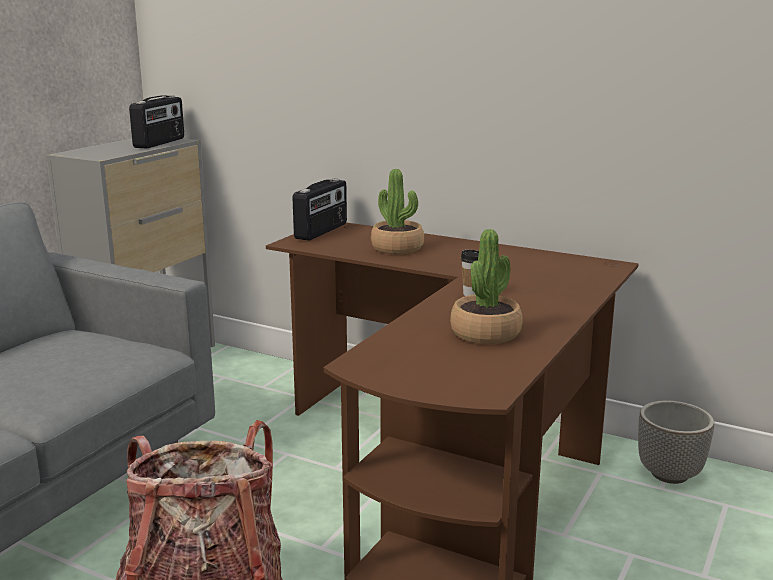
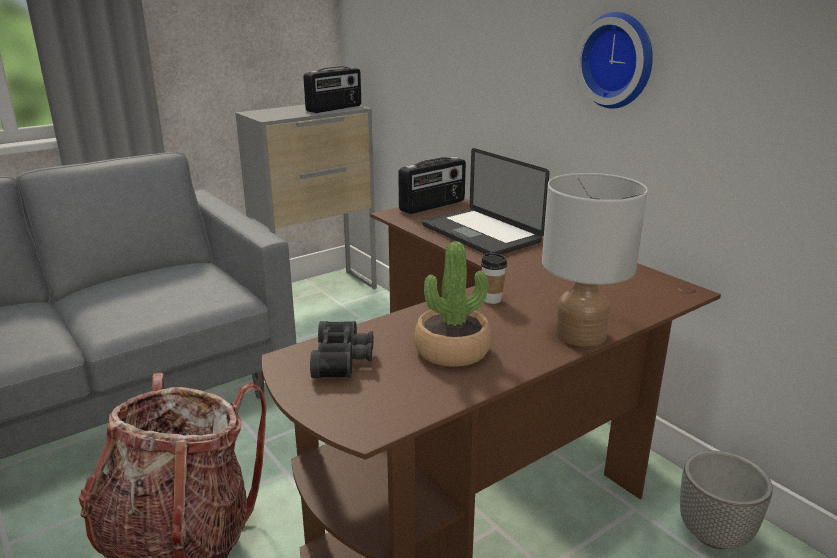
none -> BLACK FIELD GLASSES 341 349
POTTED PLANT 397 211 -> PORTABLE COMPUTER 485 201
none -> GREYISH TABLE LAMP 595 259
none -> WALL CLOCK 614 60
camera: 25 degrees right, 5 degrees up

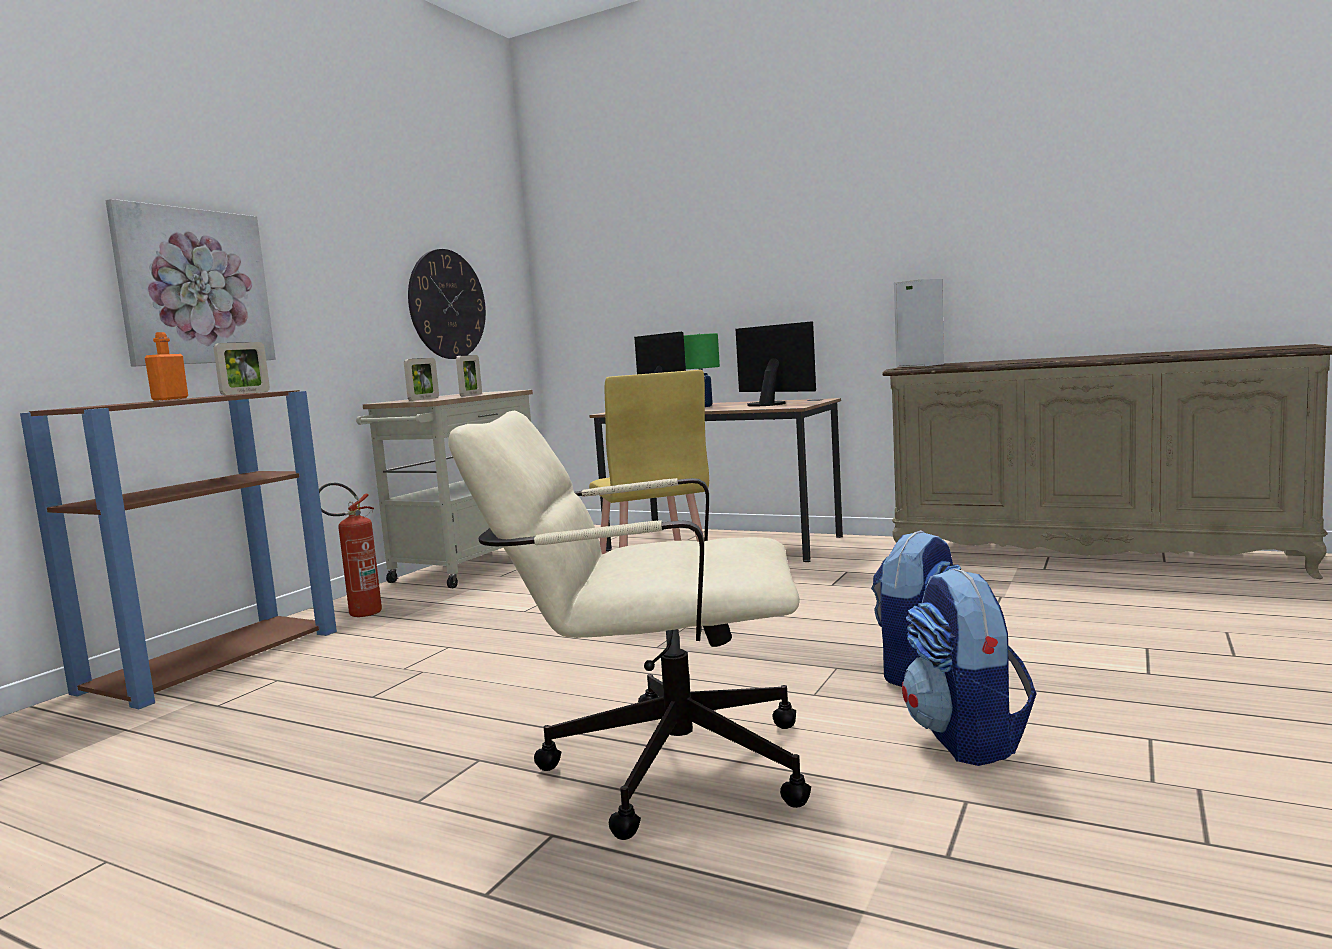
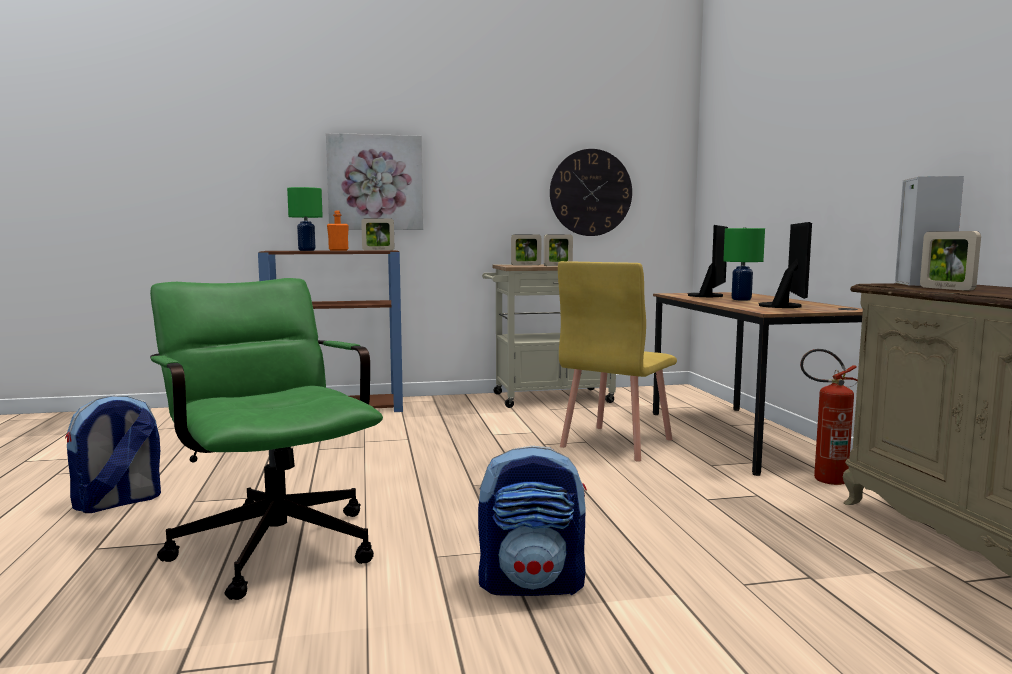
RUCKSACK 969 667 -> RUCKSACK 113 454, move
SAND-COLOURED OFFICE CHAIR 629 625 -> GREEN OFFICE CHAIR 266 439
none -> GREEN TABLE LAMP 305 219
FIRE EXTINGUISHER 350 550 -> FIRE EXTINGUISHER 829 417, move
none -> PICTURE FRAME 950 261
camera: 50 degrees right, 0 degrees up

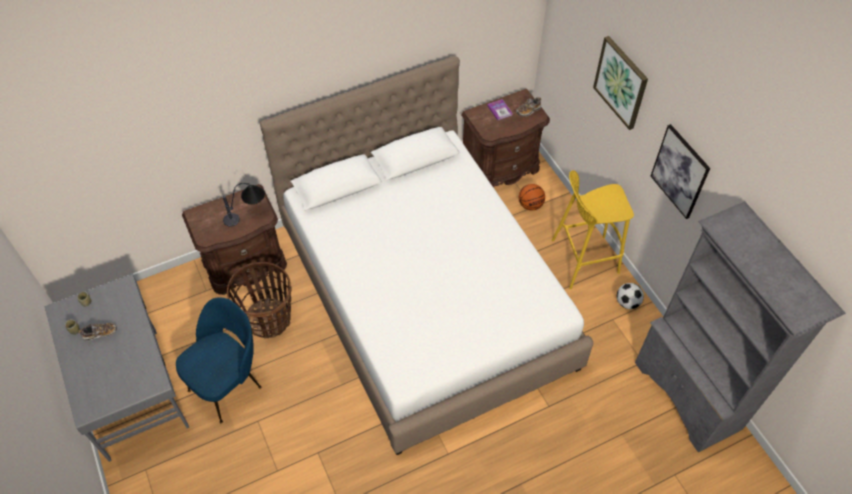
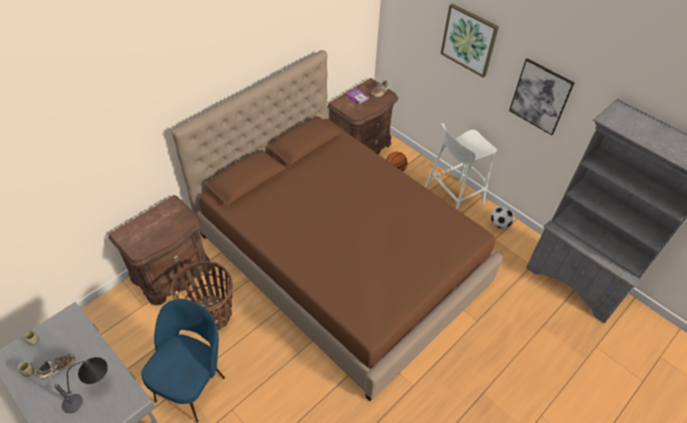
TABLE LAMP 244 205 -> TABLE LAMP 81 385, move
WHITISH BEDROOM BED 427 255 -> BROWN BEDROOM BED 337 225
YELLOW-COLOURED STOOL SEAT 593 229 -> WHITISH STOOL SEAT 461 166
camera: 20 degrees left, 5 degrees down

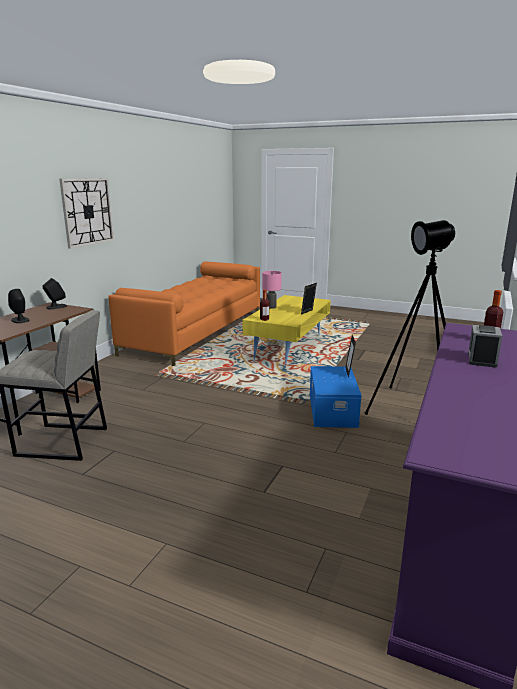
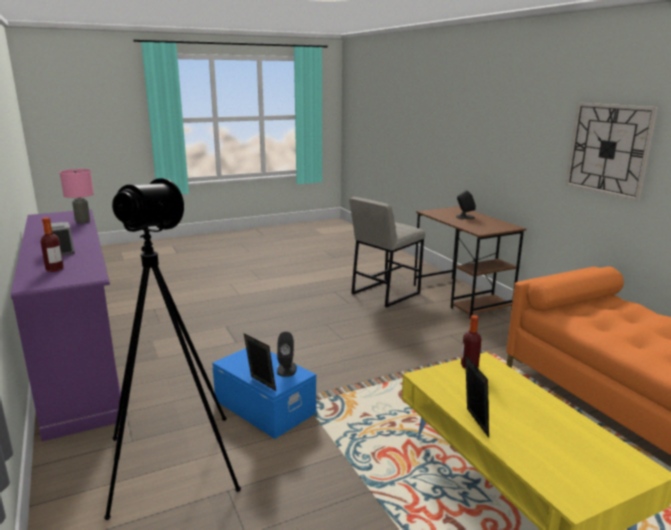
PINK-COLOURED TABLE LAMP 272 290 -> PINK-COLOURED TABLE LAMP 77 196, move
BLACK LOUDSPEAKER 54 293 -> BLACK LOUDSPEAKER 287 354, move
camera: 130 degrees right, 0 degrees up

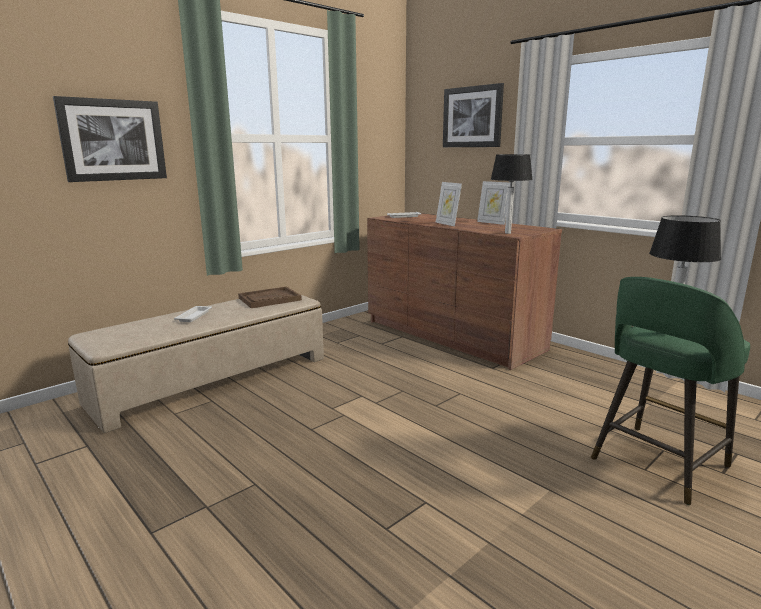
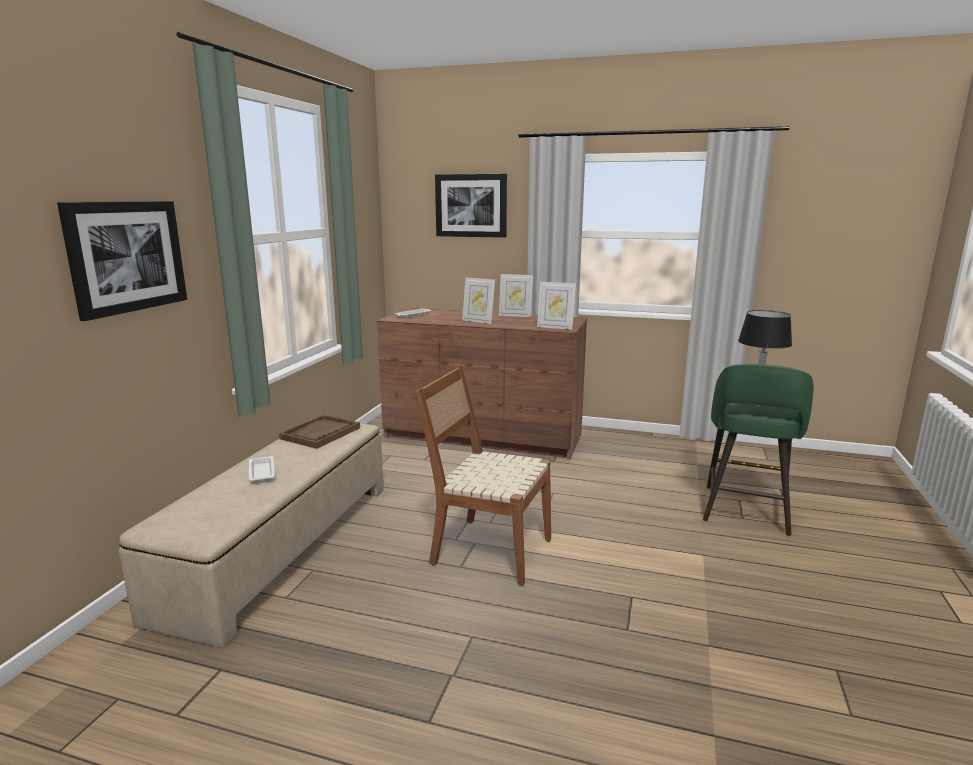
none -> PLAIN CHAIR 483 475
TABLE LAMP 512 194 -> PICTURE FRAME 556 306
camera: 30 degrees left, 0 degrees up

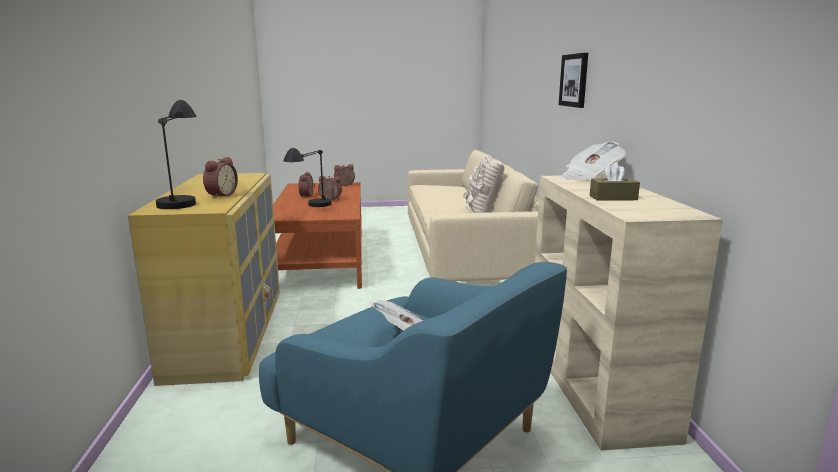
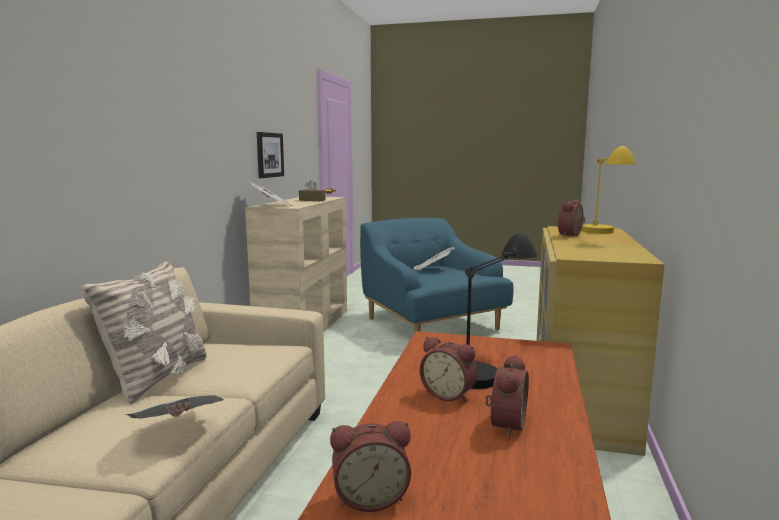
none -> NEWSPAPER 174 407
WALL PICTURE 573 80 -> WALL PICTURE 270 155, move
BLACK TABLE LAMP 176 154 -> YELLOW-COLOURED TABLE LAMP 609 190
camera: 160 degrees left, 5 degrees down

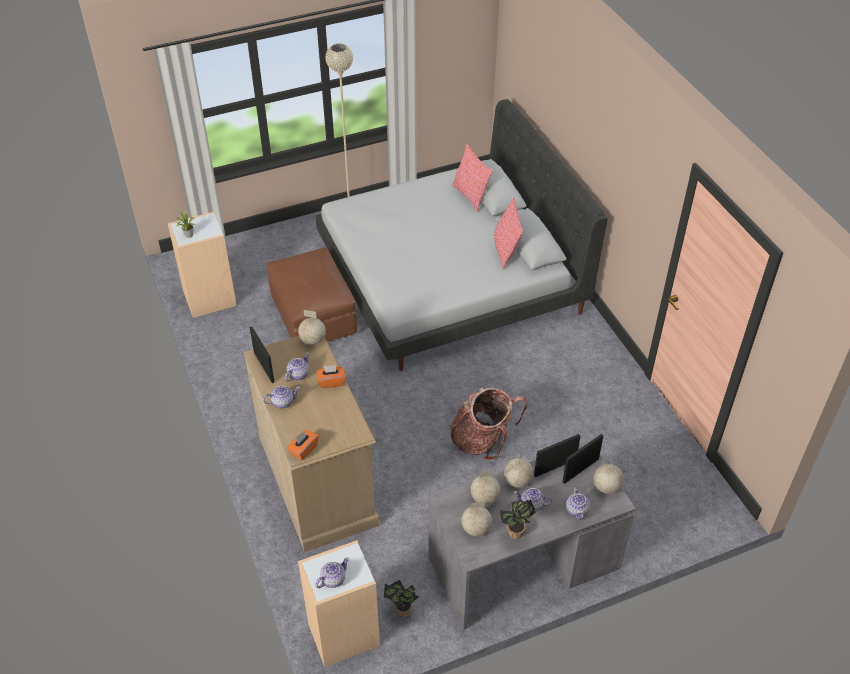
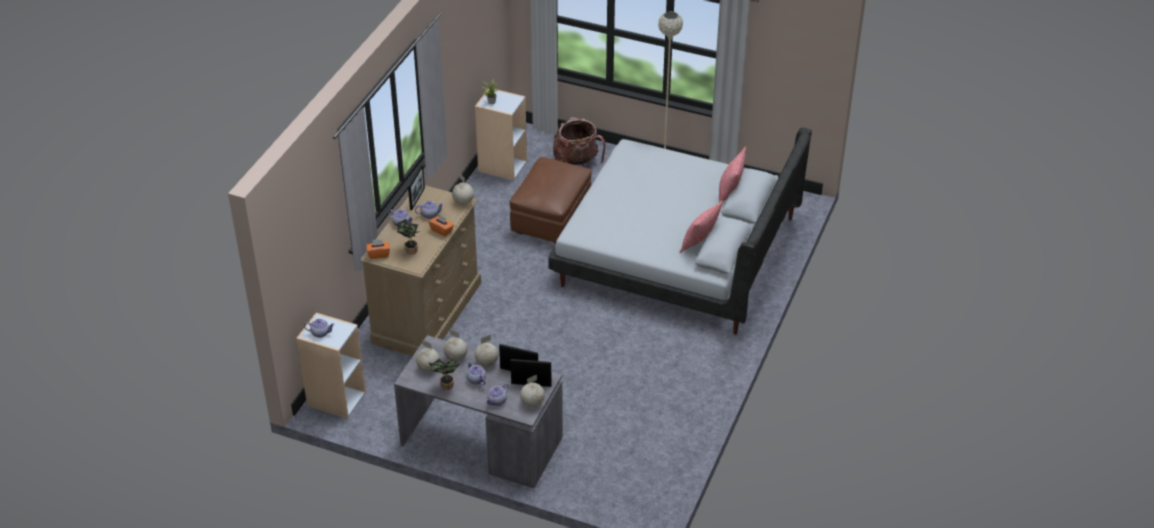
POTTED PLANT 401 598 -> POTTED PLANT 408 237, move
RUCKSACK 489 424 -> RUCKSACK 579 141, move
camera: 45 degrees right, 5 degrees down

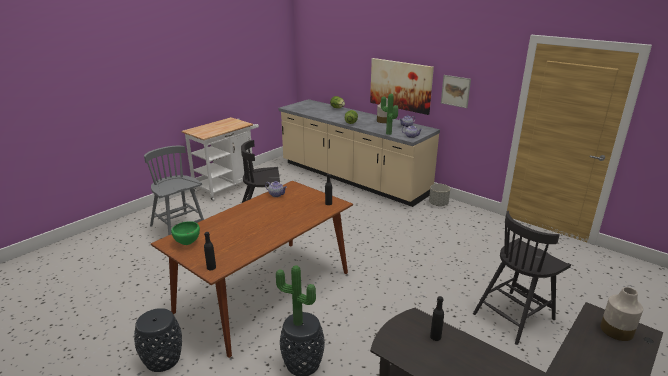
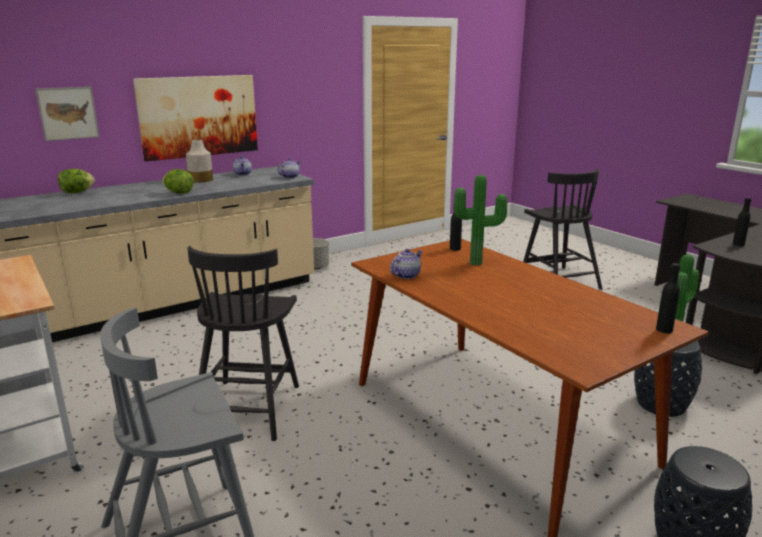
WALL PICTURE 456 91 -> WALL PICTURE 67 114, move
POTTED PLANT 389 114 -> POTTED PLANT 480 220, move
GREEN SERVING BOWL 185 233 -> none
SAND-COLOURED VASE 621 314 -> none
camera: 75 degrees left, 5 degrees down

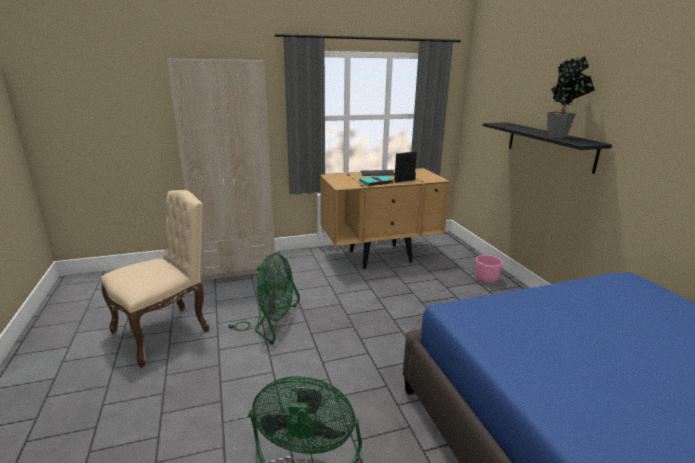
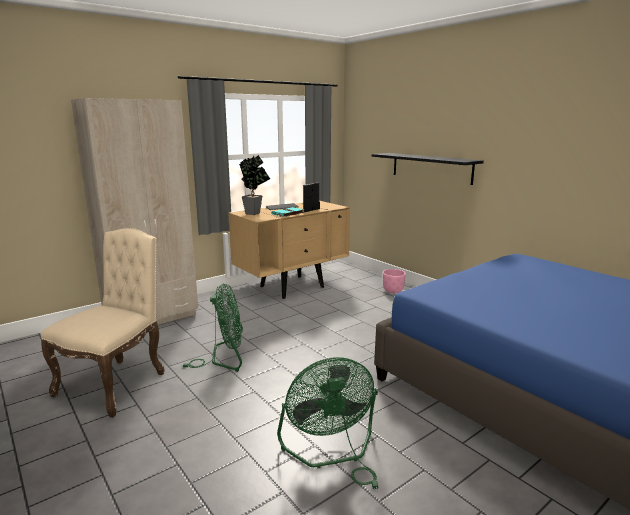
POTTED PLANT 571 97 -> POTTED PLANT 254 185, move
camera: 20 degrees left, 5 degrees down

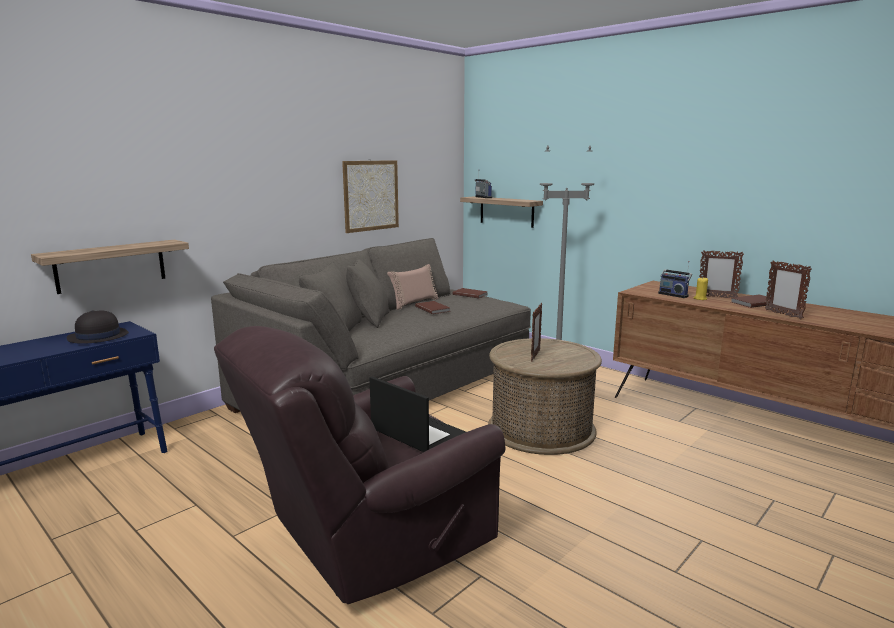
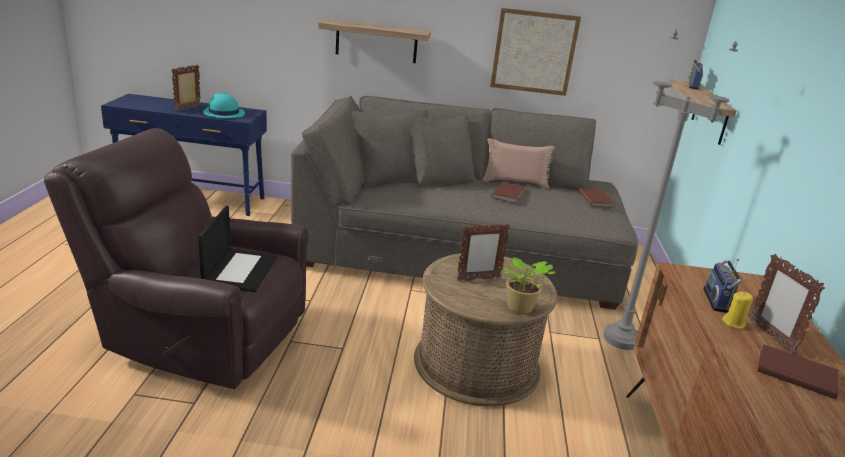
PICTURE FRAME 788 289 -> PICTURE FRAME 186 88, move
BLACK WEARABLE HAT 98 327 -> BLUE-GREEN WEARABLE HAT 224 105
WALL SHELF 110 267 -> WALL SHELF 374 41, move
none -> POTTED PLANT 529 285
camera: 50 degrees right, 10 degrees up

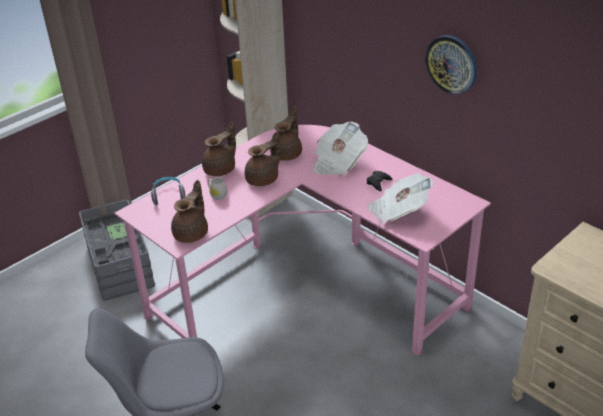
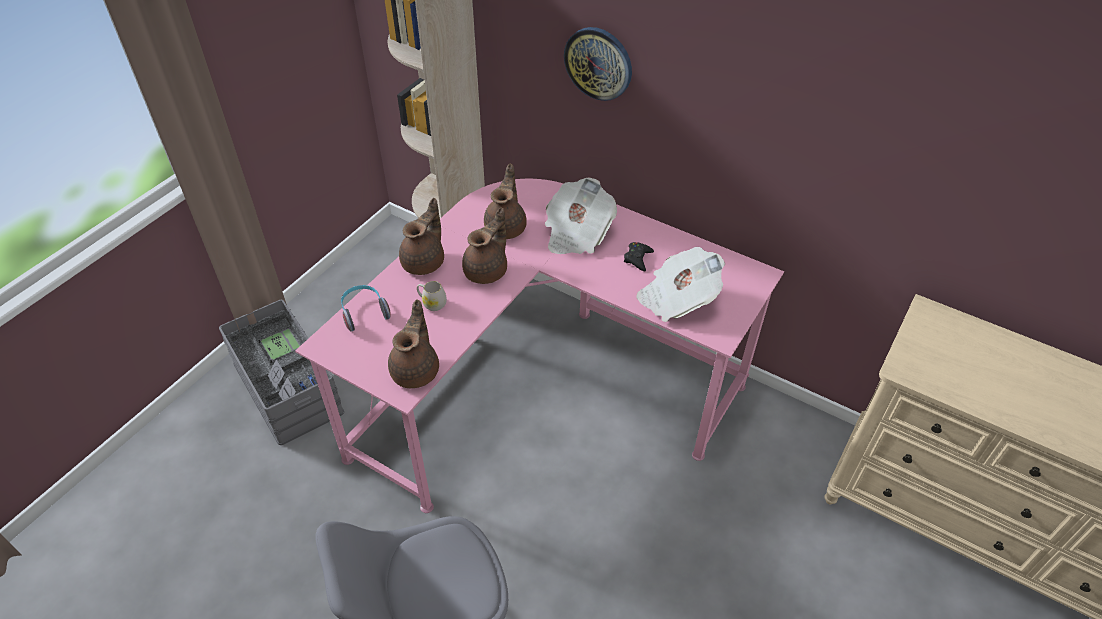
WALL CLOCK 451 65 -> WALL CLOCK 598 64, move
camera: 15 degrees left, 10 degrees up

